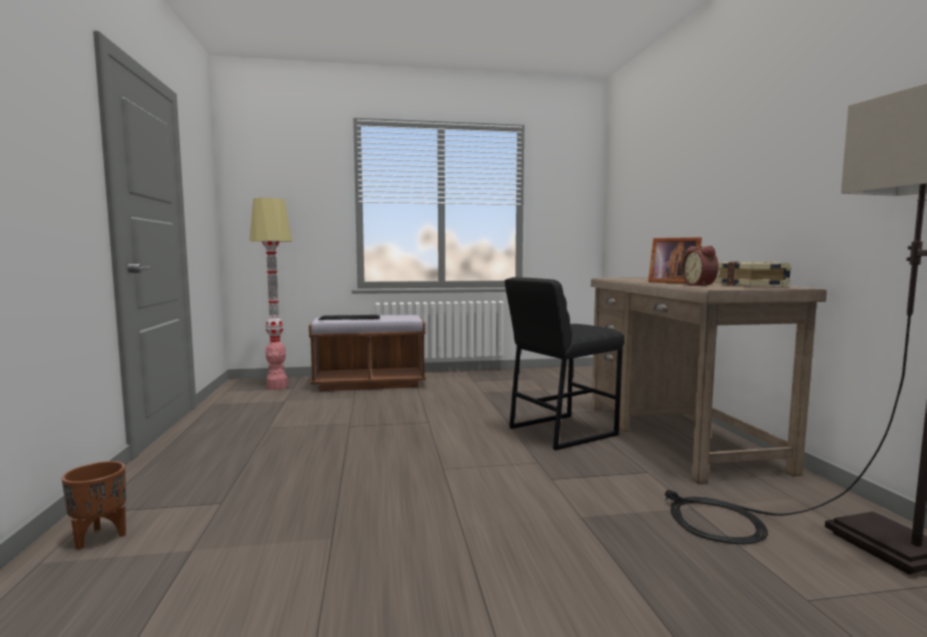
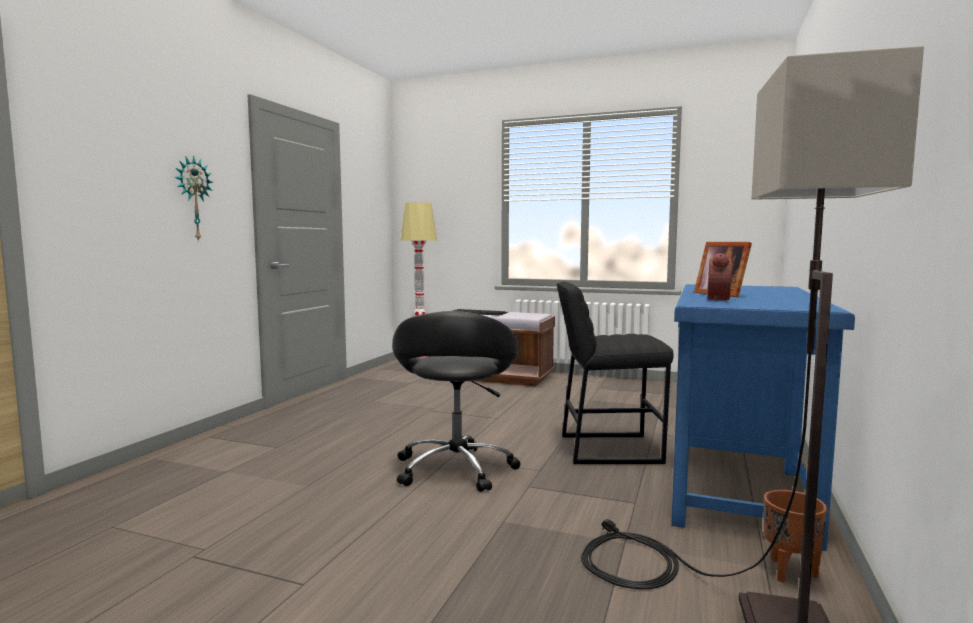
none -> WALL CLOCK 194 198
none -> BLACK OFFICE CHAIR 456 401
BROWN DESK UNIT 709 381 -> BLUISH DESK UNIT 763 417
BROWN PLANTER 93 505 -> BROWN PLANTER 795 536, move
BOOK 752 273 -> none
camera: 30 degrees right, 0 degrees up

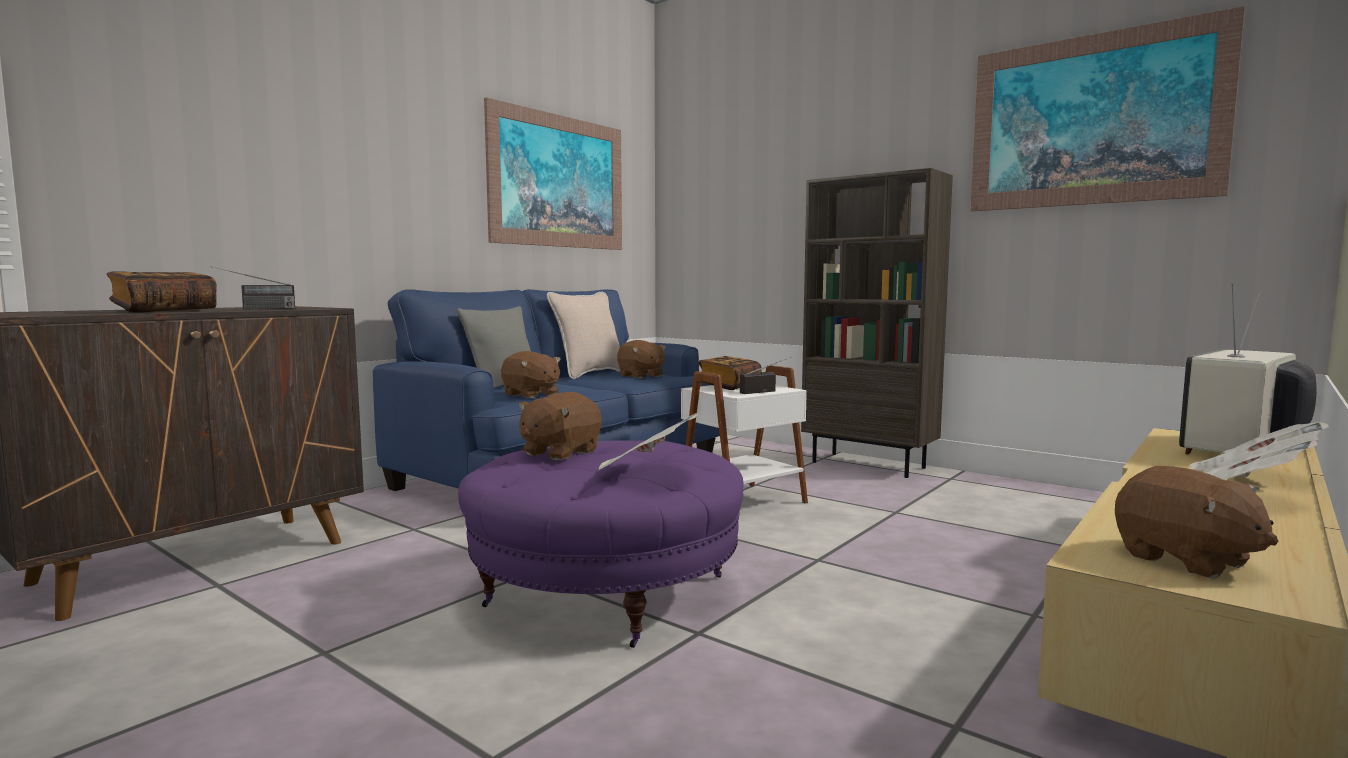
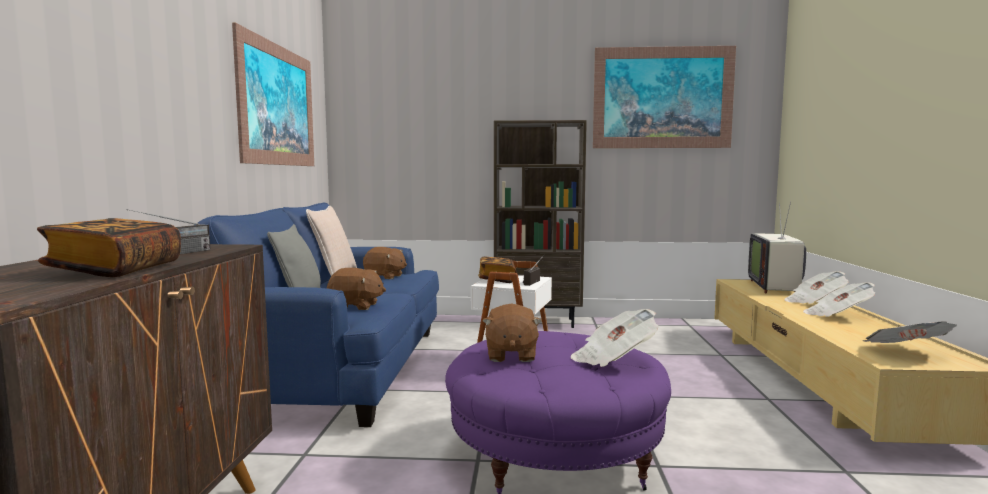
BROWN SOFT TOY 1196 522 -> NEWSPAPER 910 332
camera: 35 degrees left, 0 degrees up

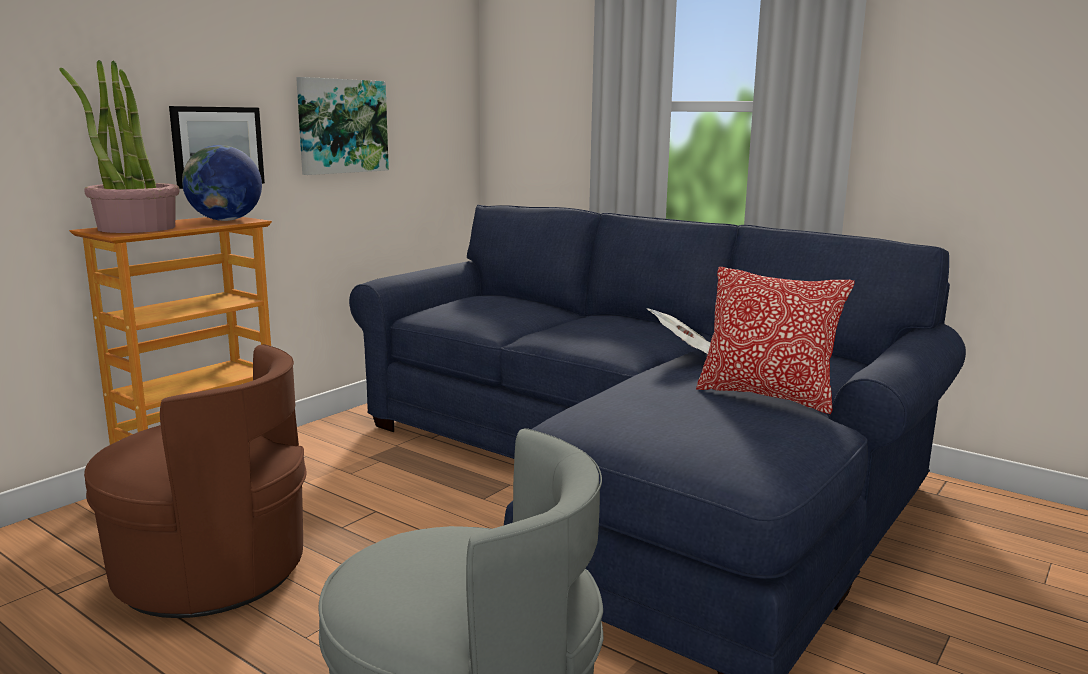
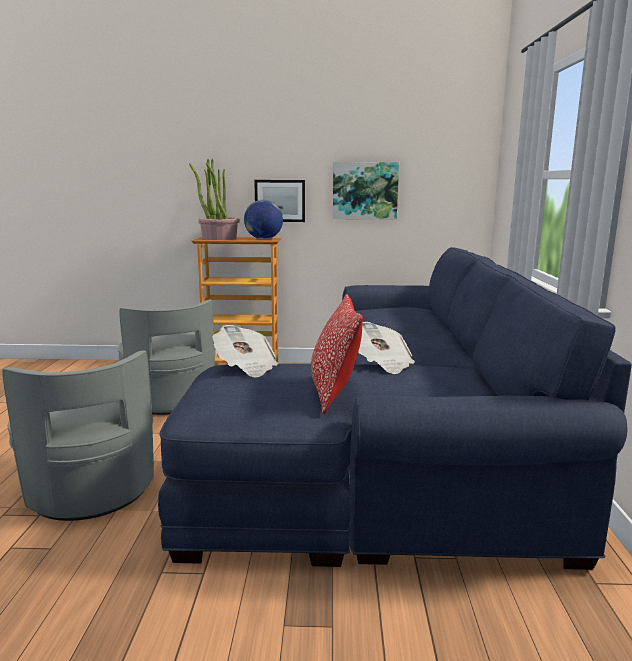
BROWN EASY CHAIR 195 481 -> GREYISH EASY CHAIR 166 357
none -> NEWSPAPER 245 351
camera: 55 degrees right, 0 degrees up

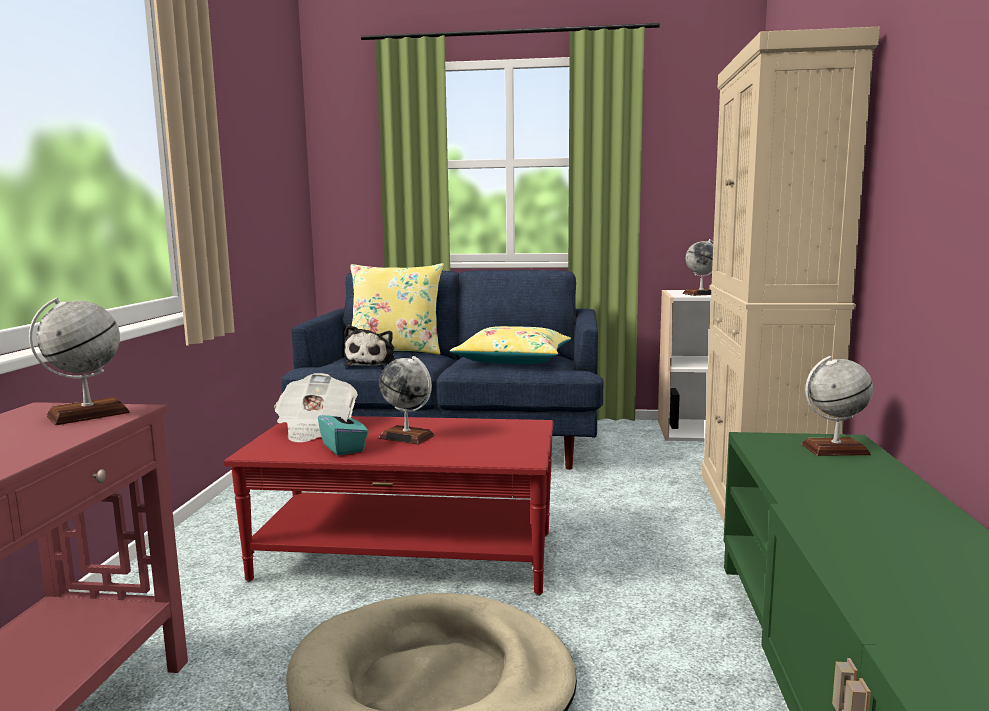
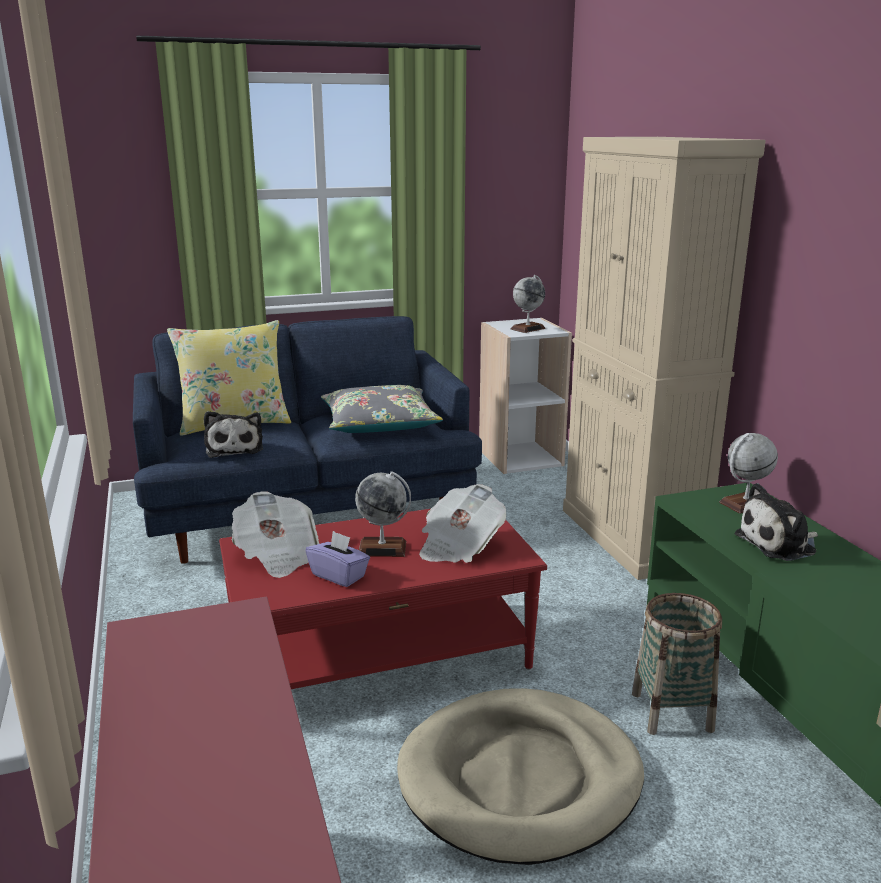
BLUE-GREEN TISSUE BOX 343 429 -> PURPLE-COLOURED TISSUE BOX 337 559
YELLOW-COLOURED PILLOW 510 345 -> GREYISH PILLOW 382 409
none -> NEWSPAPER 462 523
none -> STORAGE BASKET 677 664
none -> SOFT TOY 776 522
GLOBE 79 361 -> none
camera: 25 degrees left, 10 degrees up

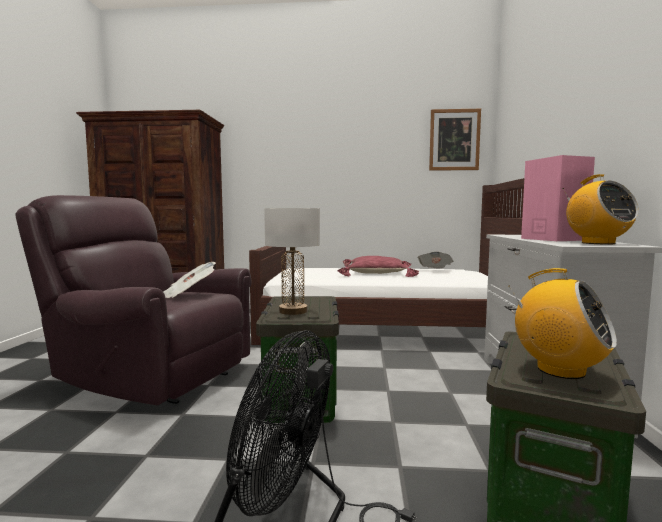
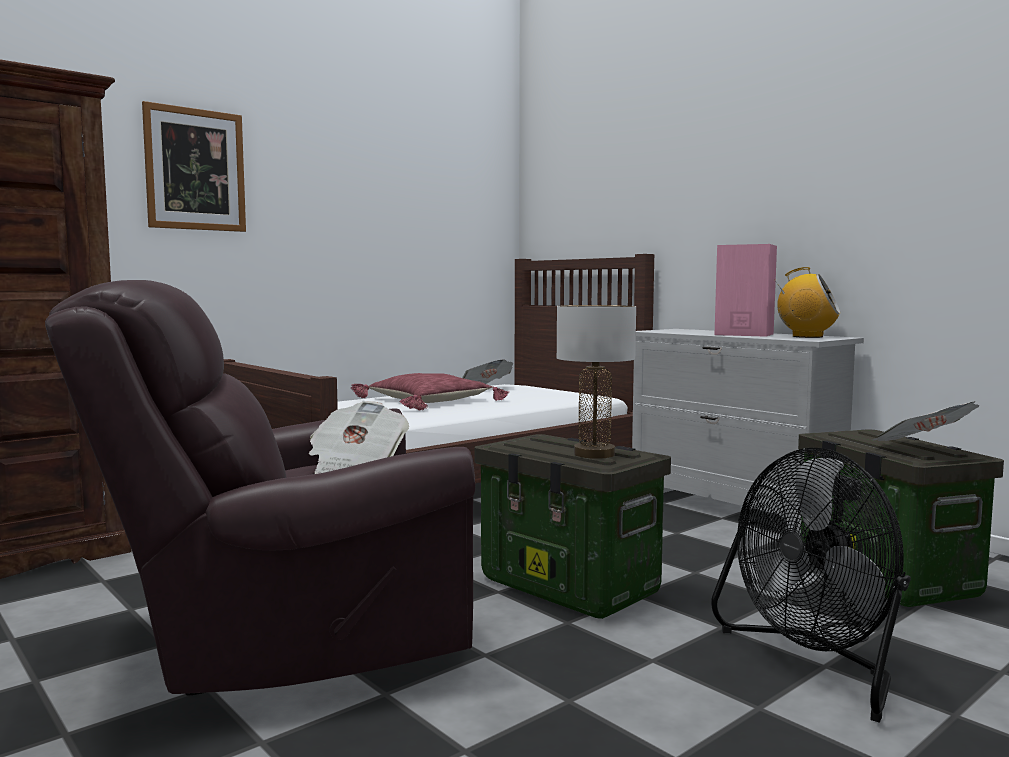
WALL PICTURE 455 140 -> WALL PICTURE 194 166, move
RADIO 563 323 -> NEWSPAPER 926 421
camera: 45 degrees left, 0 degrees up

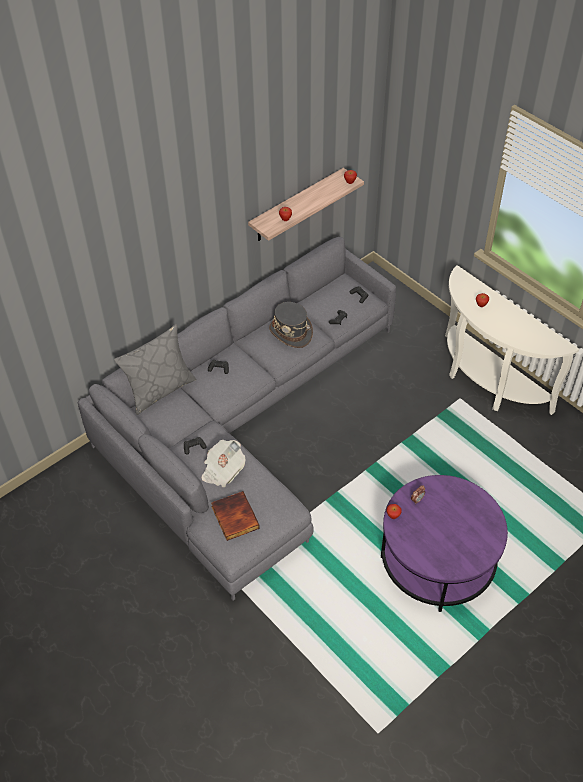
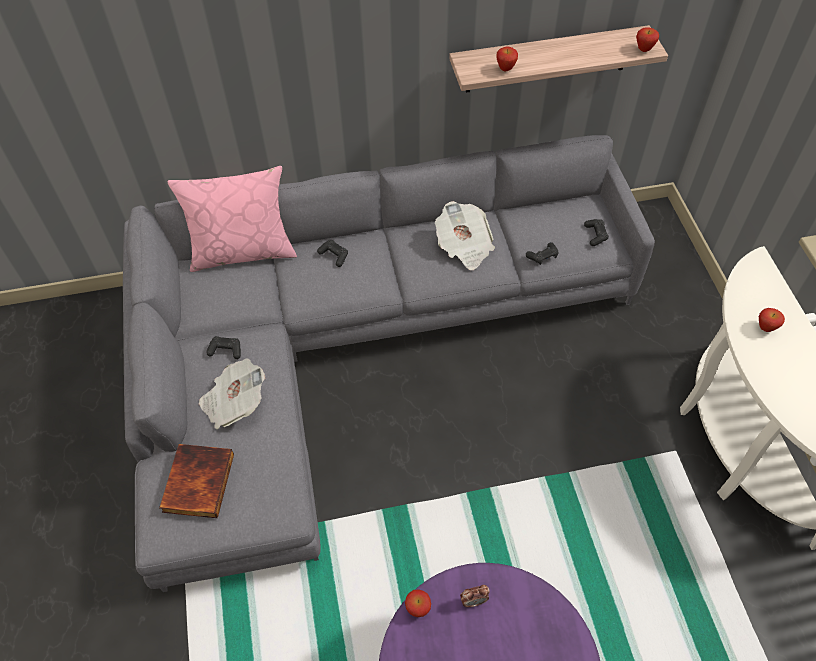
GREYISH PILLOW 155 369 -> PINK-COLOURED PILLOW 232 219
GREYISH WEARABLE HAT 291 325 -> NEWSPAPER 465 235
camera: 30 degrees right, 5 degrees up

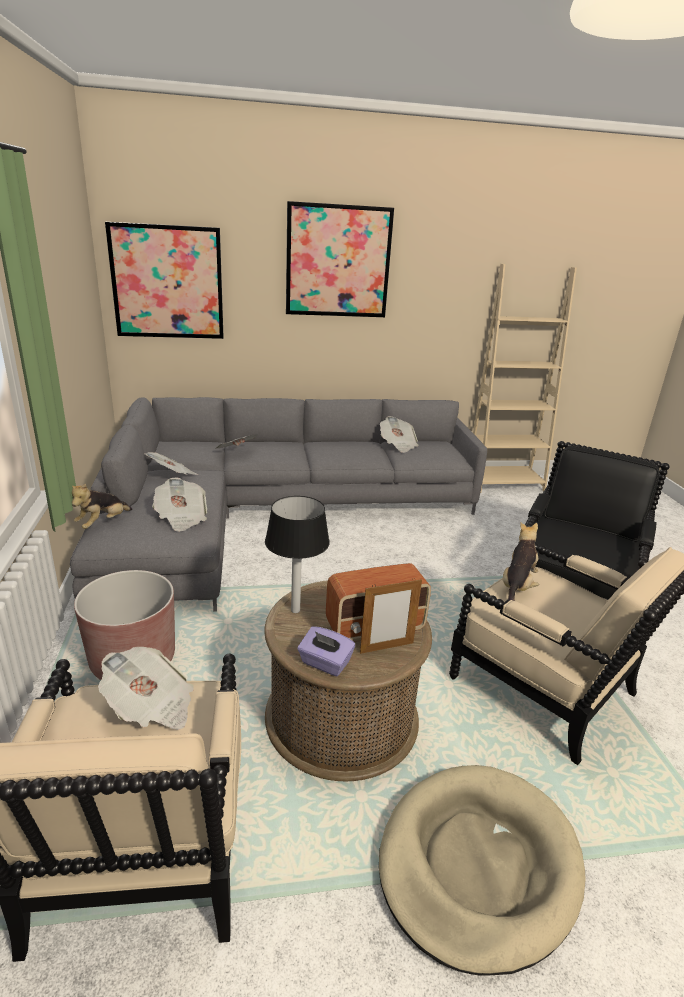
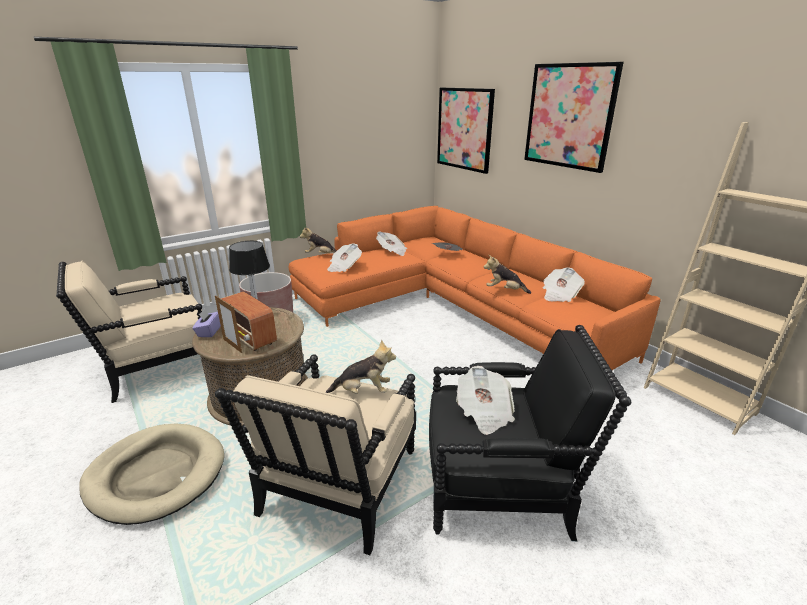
GREYISH SOFA 278 504 -> ORANGE-COLOURED SOFA 475 288
NEWSPAPER 146 688 -> NEWSPAPER 485 400, move
none -> SOFT TOY 507 274
camera: 65 degrees right, 0 degrees up

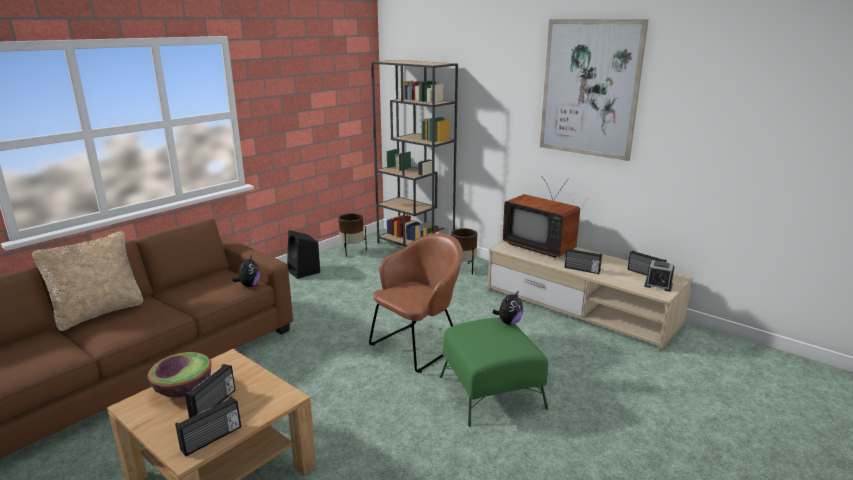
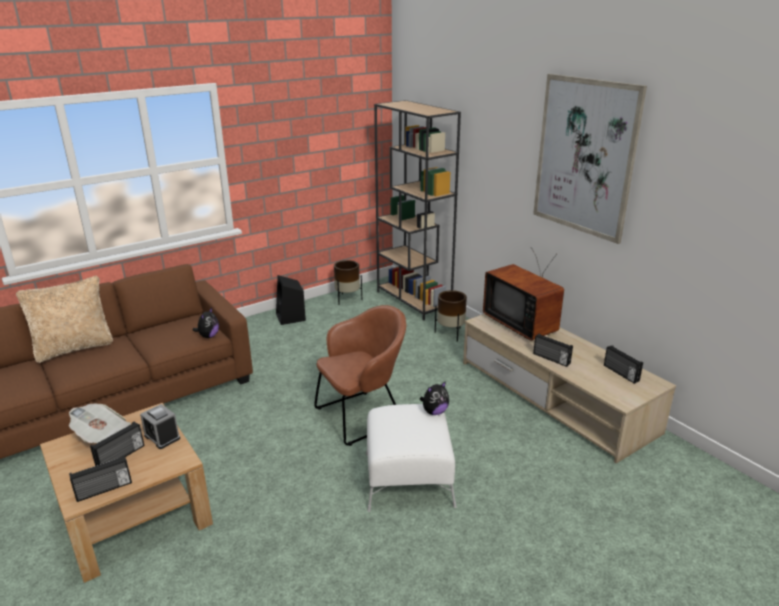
SERVING BOWL 179 375 -> NEWSPAPER 100 423
BEDSIDE CLOCK 659 276 -> BEDSIDE CLOCK 160 426, move
GREEN FOOTREST 494 372 -> WHITISH FOOTREST 411 458
camera: 15 degrees right, 5 degrees up

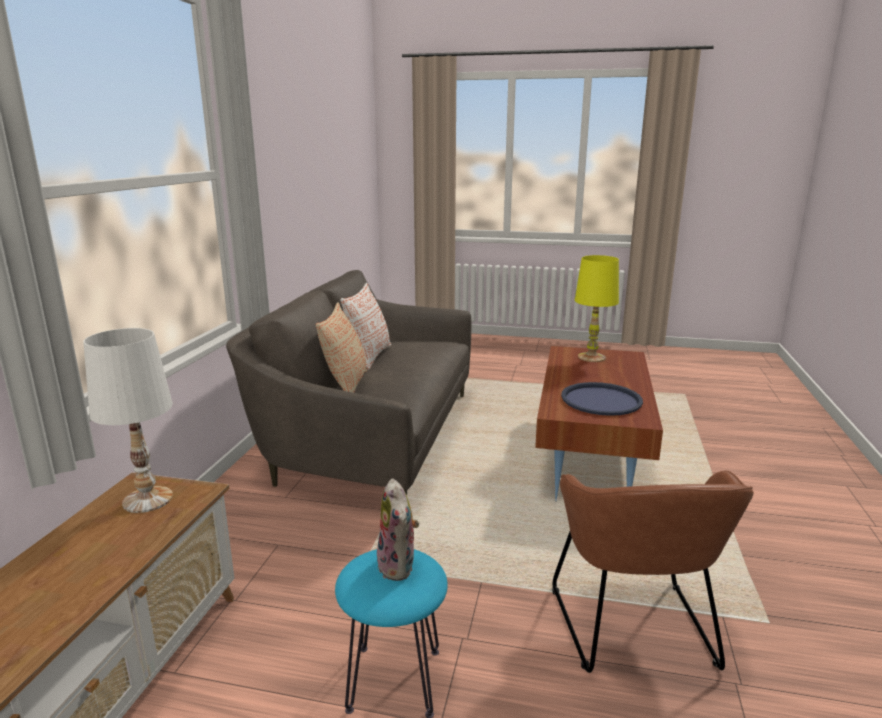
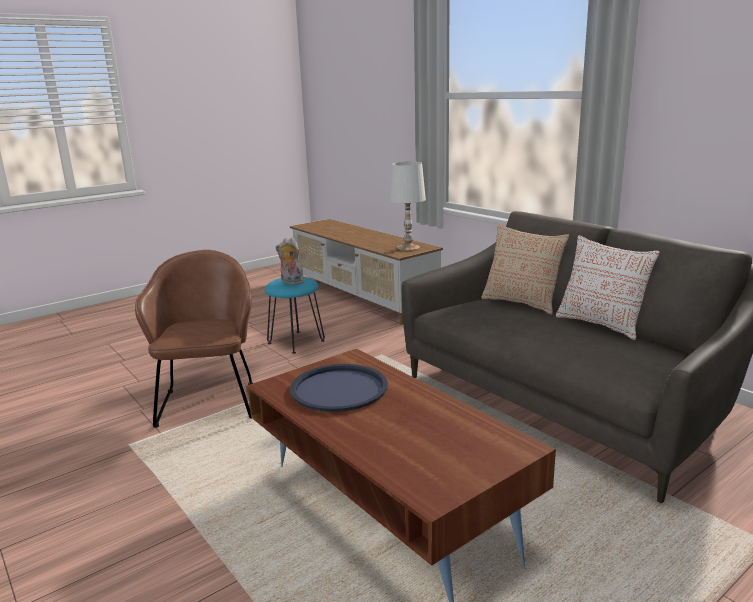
BROWN EASY CHAIR 653 572 -> BROWN EASY CHAIR 194 339, 45 degrees clockwise
YELLOW-COLOURED TABLE LAMP 597 308 -> none
camera: 130 degrees right, 0 degrees up

